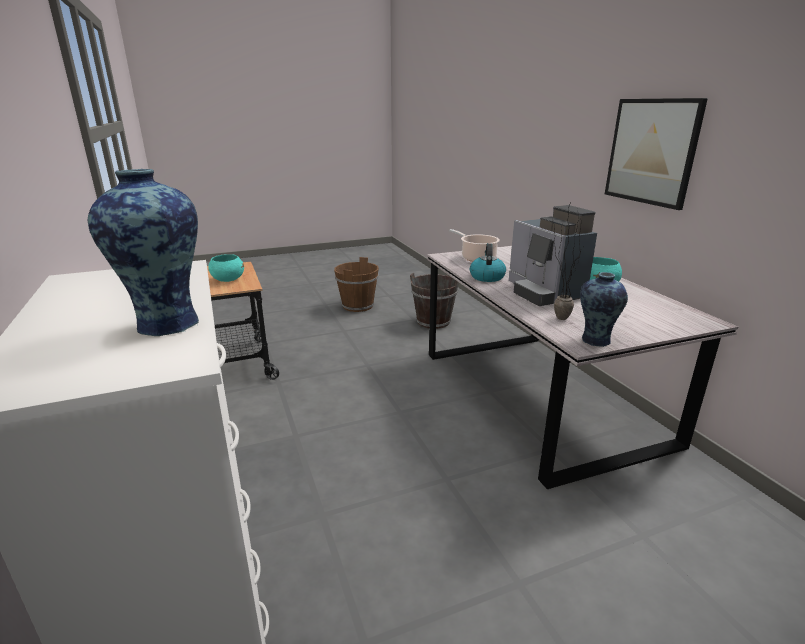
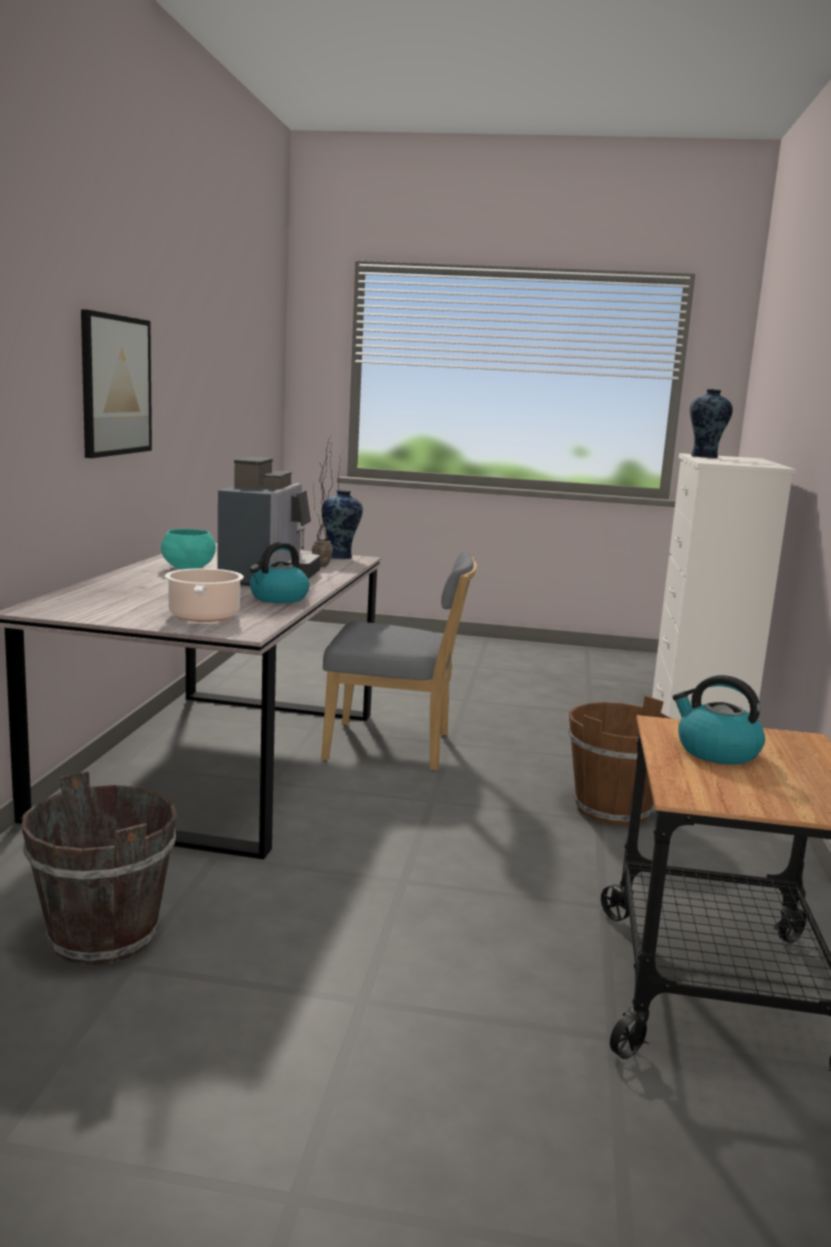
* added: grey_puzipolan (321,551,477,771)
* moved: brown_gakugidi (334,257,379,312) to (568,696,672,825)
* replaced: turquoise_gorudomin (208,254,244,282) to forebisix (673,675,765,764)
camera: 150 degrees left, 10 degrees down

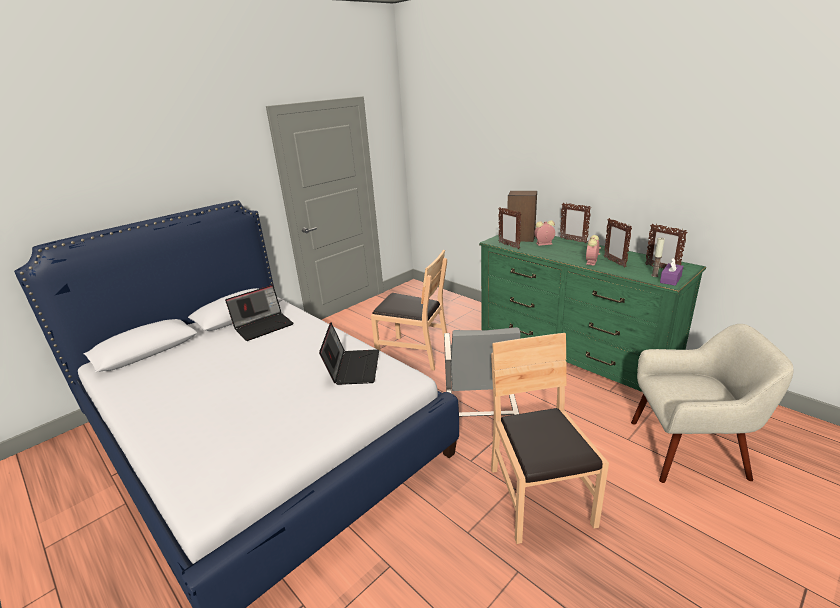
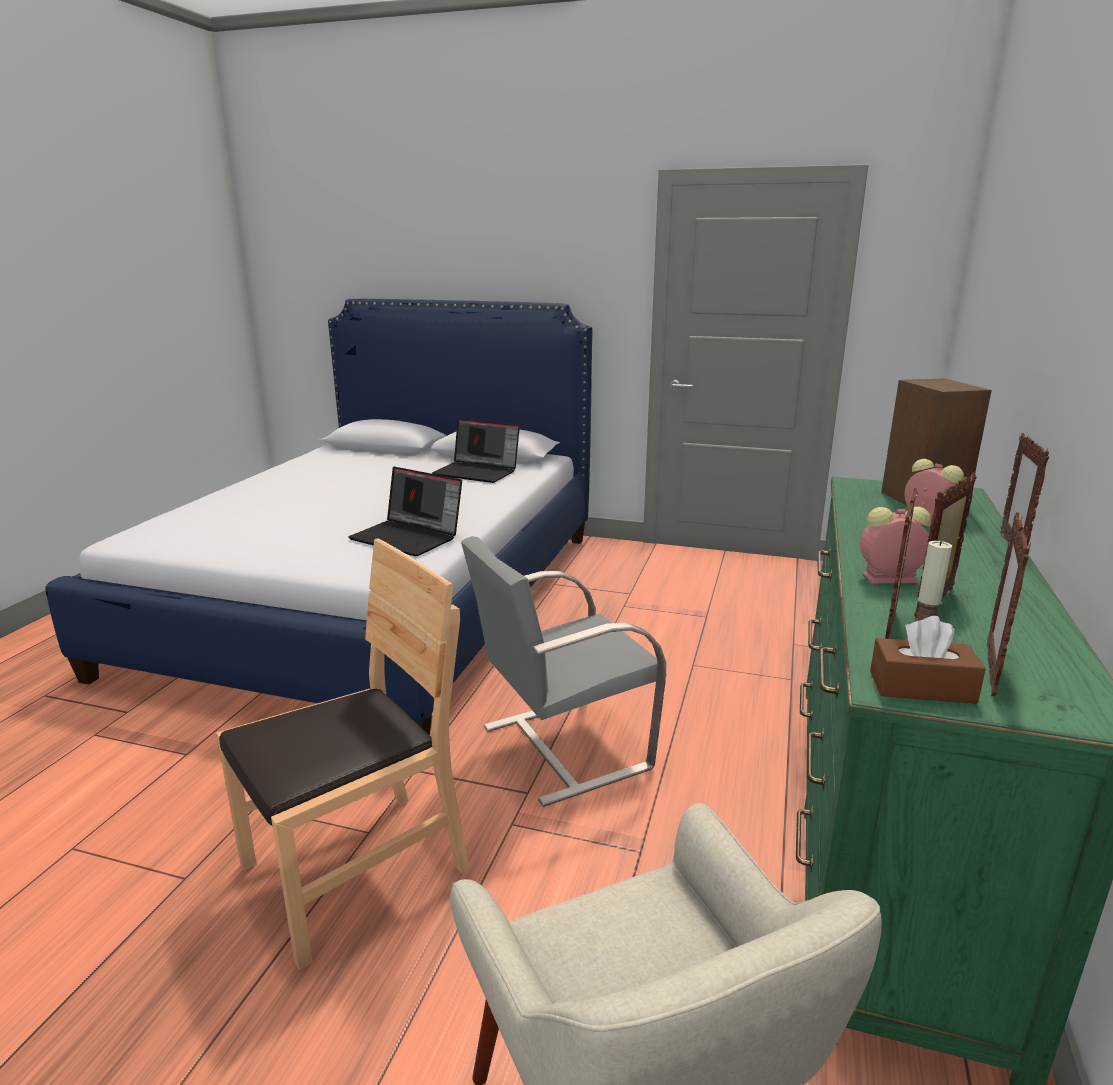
* turned: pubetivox (319,322,379,385) = (349,467,462,557) 60 degrees clockwise
* recoloured: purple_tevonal (660,258,683,286) to brown_tevonal (870,616,986,704)
* moved: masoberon (499,207,521,249) to (885,488,918,639)
* removed: brown_puzipolan (371,250,447,371)
camera: 60 degrees right, 5 degrees down

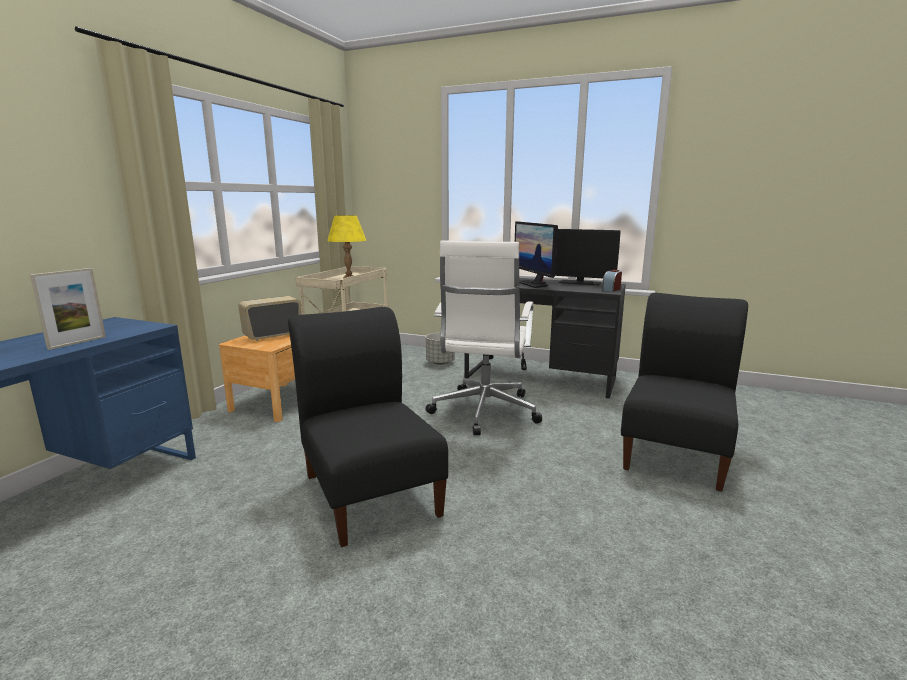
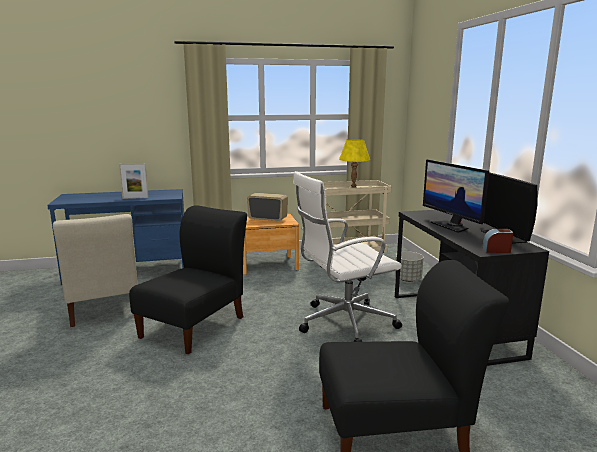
* added: beige_puzipolan (53,214,138,327)
* turned: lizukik (515,221,558,288) = (423,159,490,233) 60 degrees counterclockwise
camera: 55 degrees right, 0 degrees up

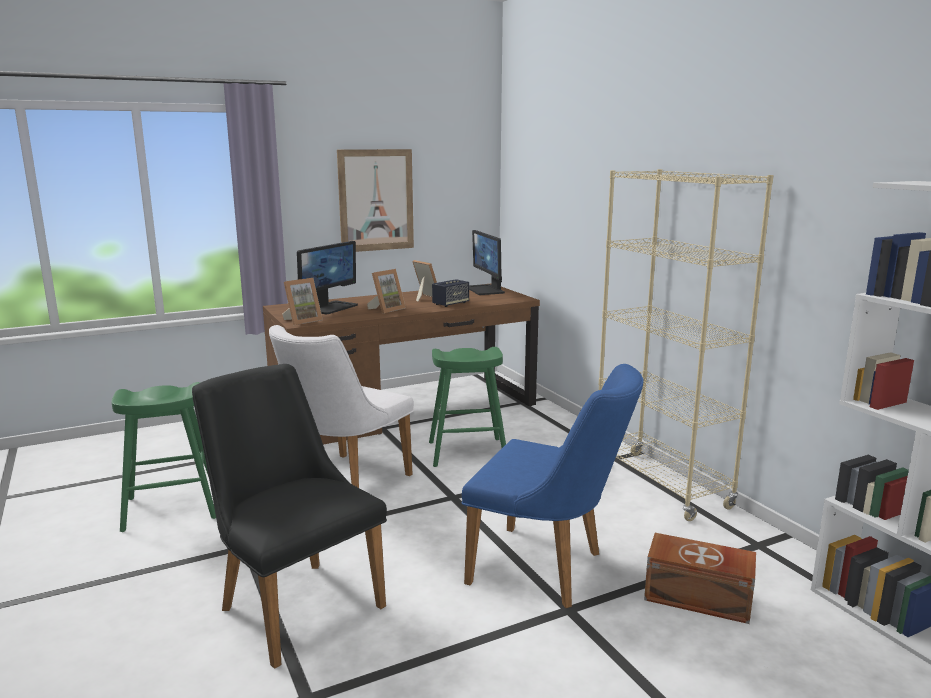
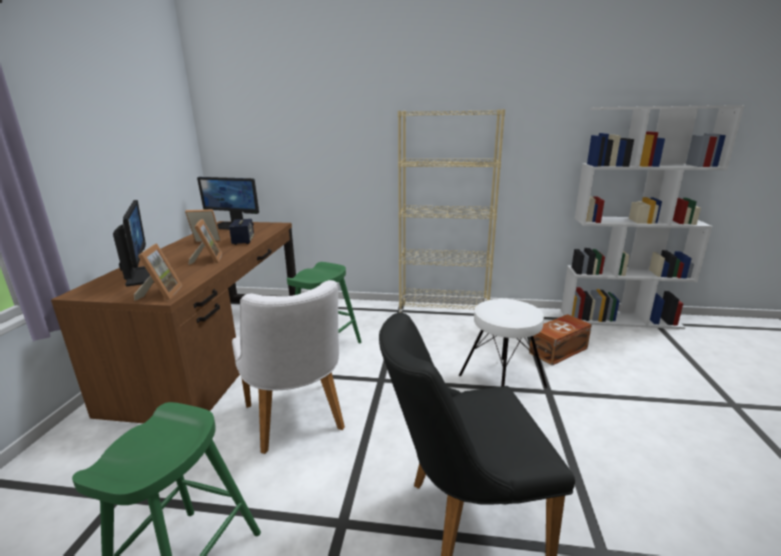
* replaced: blue_puzipolan (462,364,644,608) to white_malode (459,299,548,388)
* removed: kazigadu (337,149,414,252)
camera: 55 degrees left, 5 degrees up

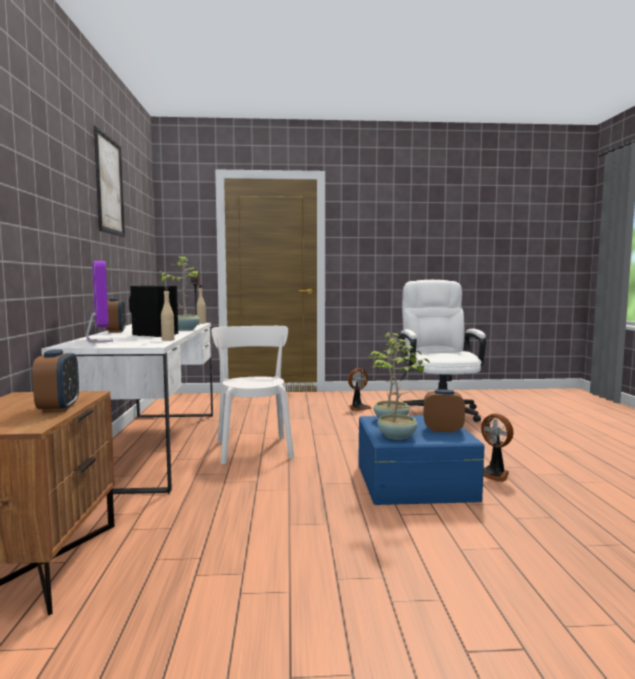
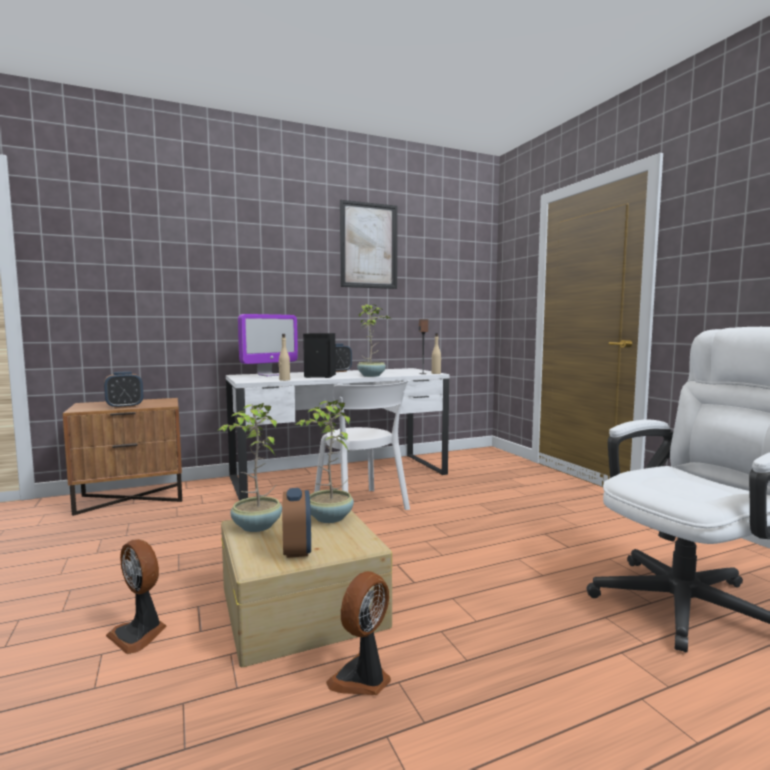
* moved: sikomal (348,368,372,411) to (106,539,167,654)
* recoloured: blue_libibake (358,415,485,505) to beige_libibake (221,511,392,667)
* turned: white_puzipolan (211,326,294,464) = (314,380,410,510) 90 degrees clockwise
camera: 70 degrees right, 0 degrees up

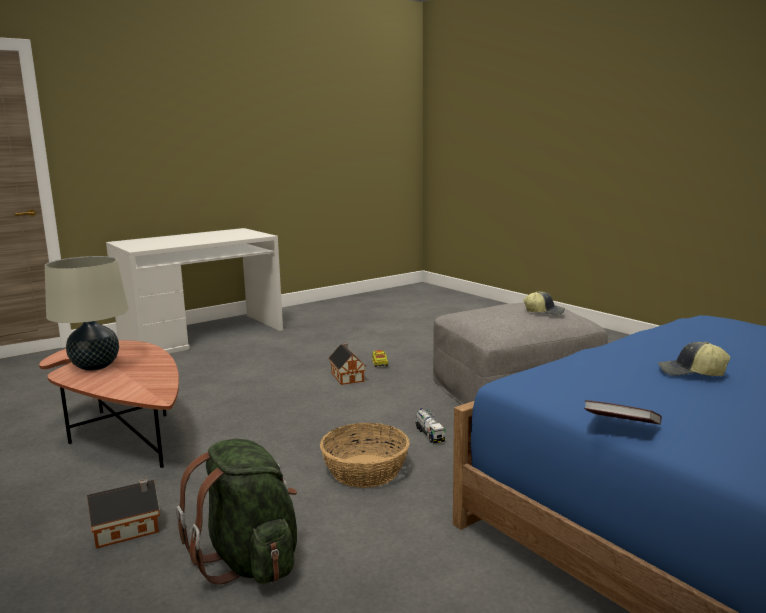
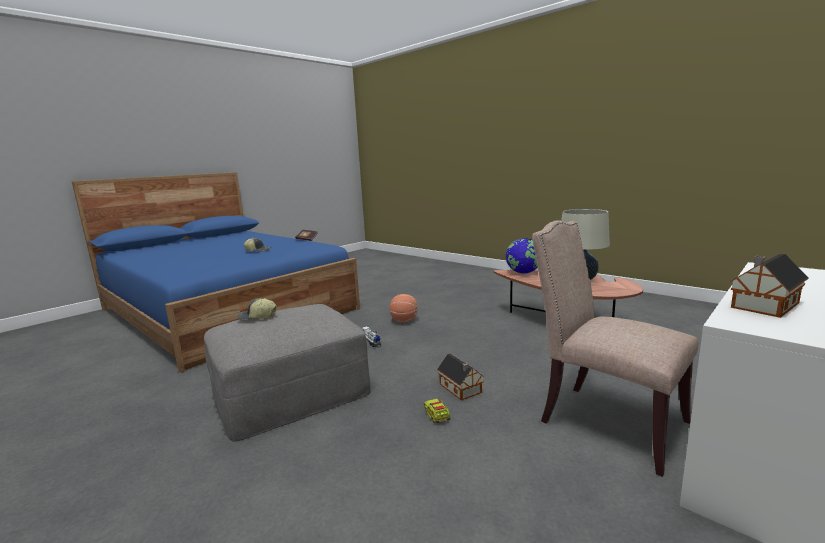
* replaced: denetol (320,423,410,488) to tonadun (389,294,418,322)
* added: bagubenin (506,238,538,274)
* added: beige_puzipolan (532,220,698,477)
* moved: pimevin (87,479,160,548) to (730,253,809,318)
* removed: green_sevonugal (176,439,297,585)
camera: 170 degrees right, 0 degrees up

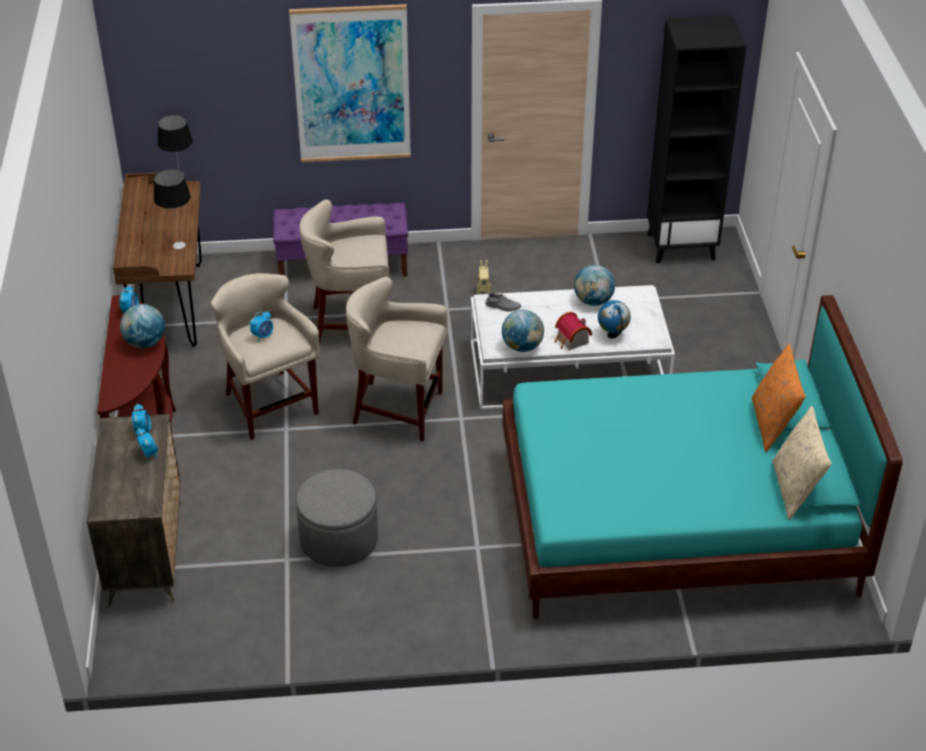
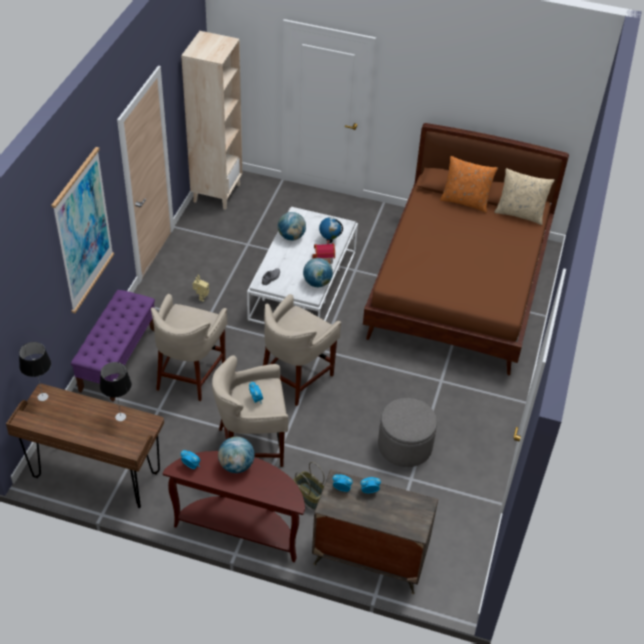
* recoloured: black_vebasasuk (647,16,746,263) to beige_vebasasuk (181,31,242,210)
* added: denetol (294,462,325,510)
* recoloured: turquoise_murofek (503,295,903,619) to brown_murofek (363,123,569,375)
camera: 70 degrees left, 5 degrees up

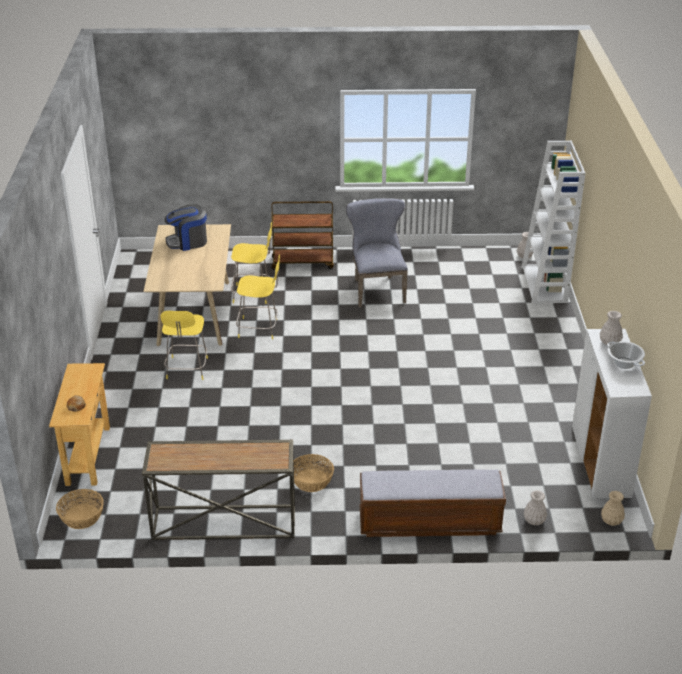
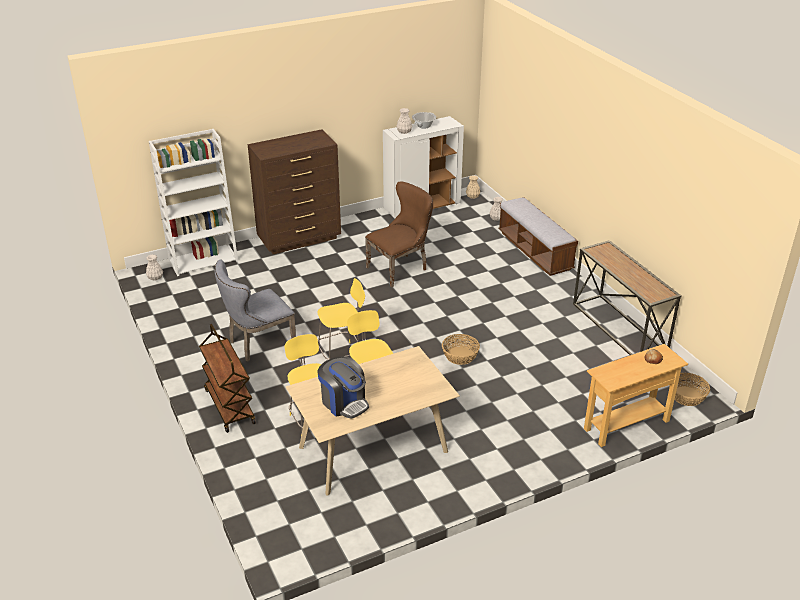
* added: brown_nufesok (248,129,341,254)
* moved: yellow_malode (161,311,208,380) to (318,278,365,360)
* added: brown_puzipolan (365,181,433,288)
* moved: denetol (294,454,334,492) to (442,334,480,365)
camera: 115 degrees left, 0 degrees up

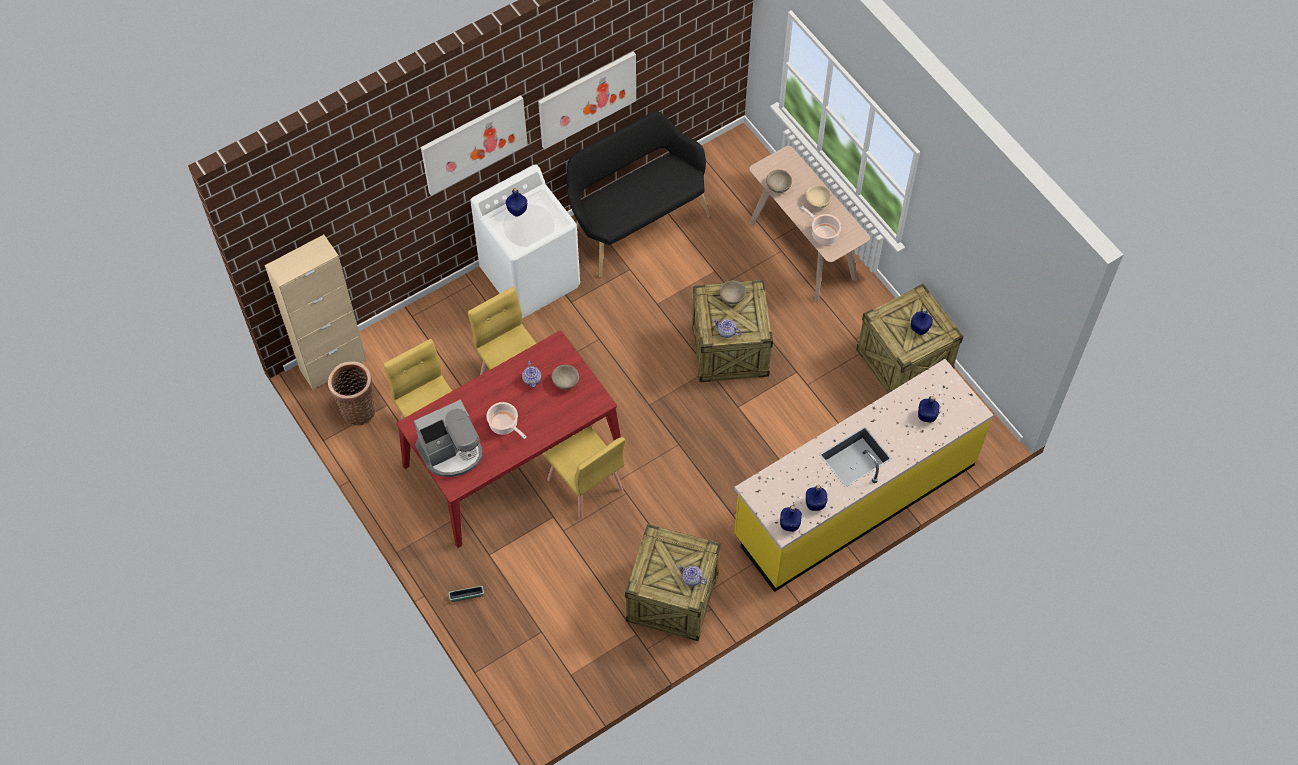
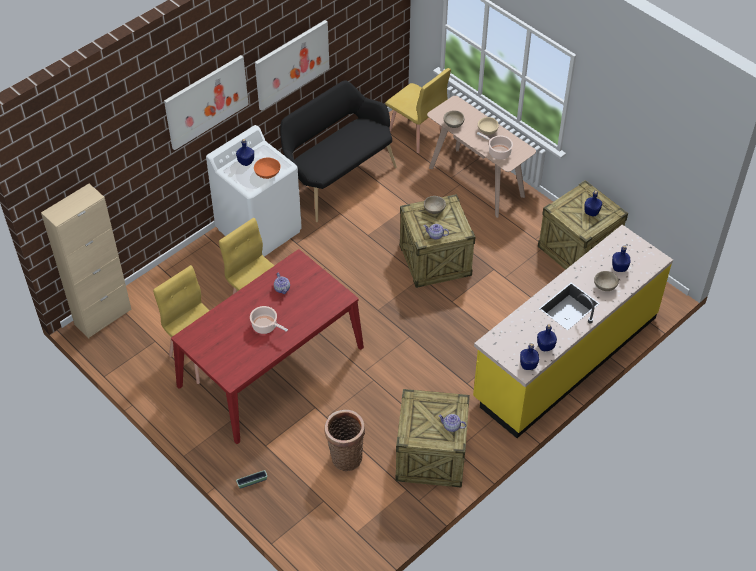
* added: orange_gorudomin (254,157,281,179)
* moved: denetol (328,361,375,426) to (324,410,365,471)
* moved: yellow_puzipolan (542,426,625,519) to (385,68,451,153)
* moved: beige_gorudomin (551,365,579,390) to (594,271,619,291)
* removed: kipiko (414,400,482,477)
camera: 10 degrees left, 10 degrees down

